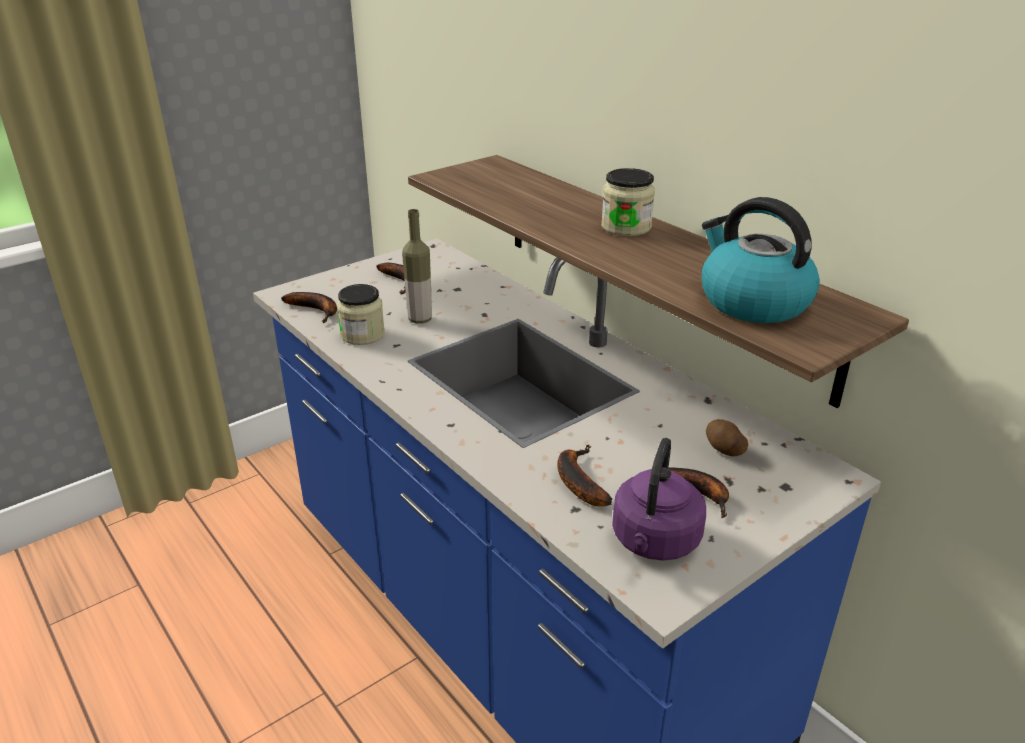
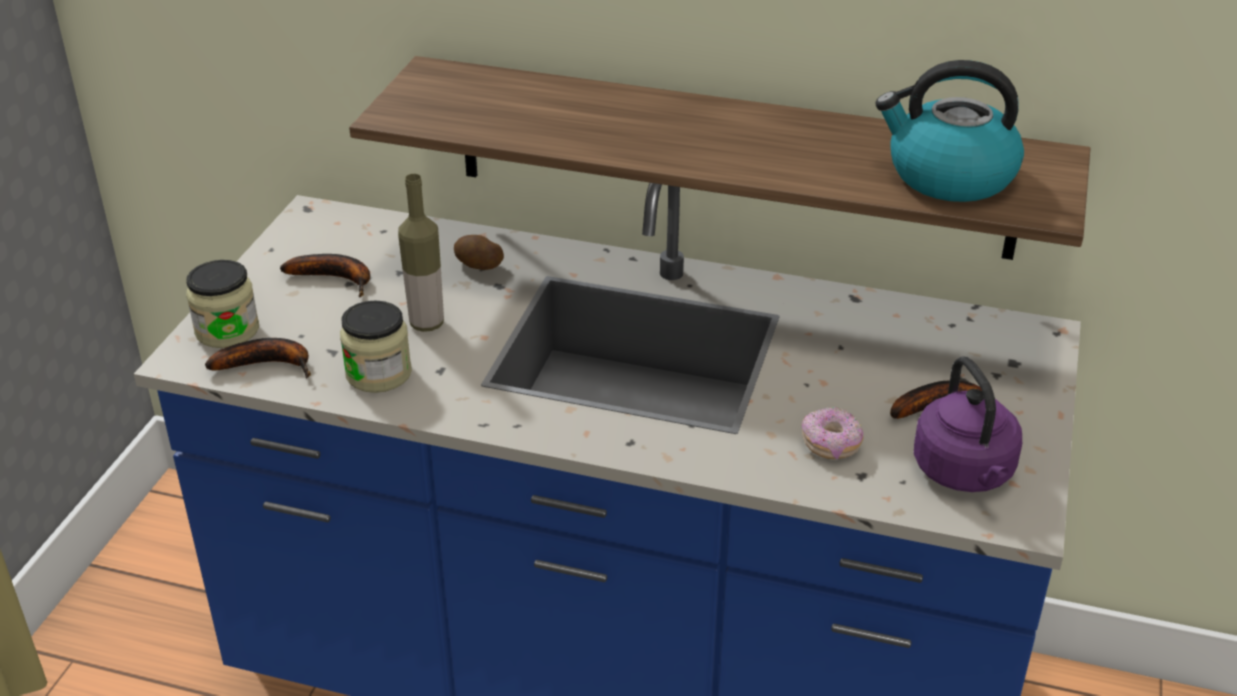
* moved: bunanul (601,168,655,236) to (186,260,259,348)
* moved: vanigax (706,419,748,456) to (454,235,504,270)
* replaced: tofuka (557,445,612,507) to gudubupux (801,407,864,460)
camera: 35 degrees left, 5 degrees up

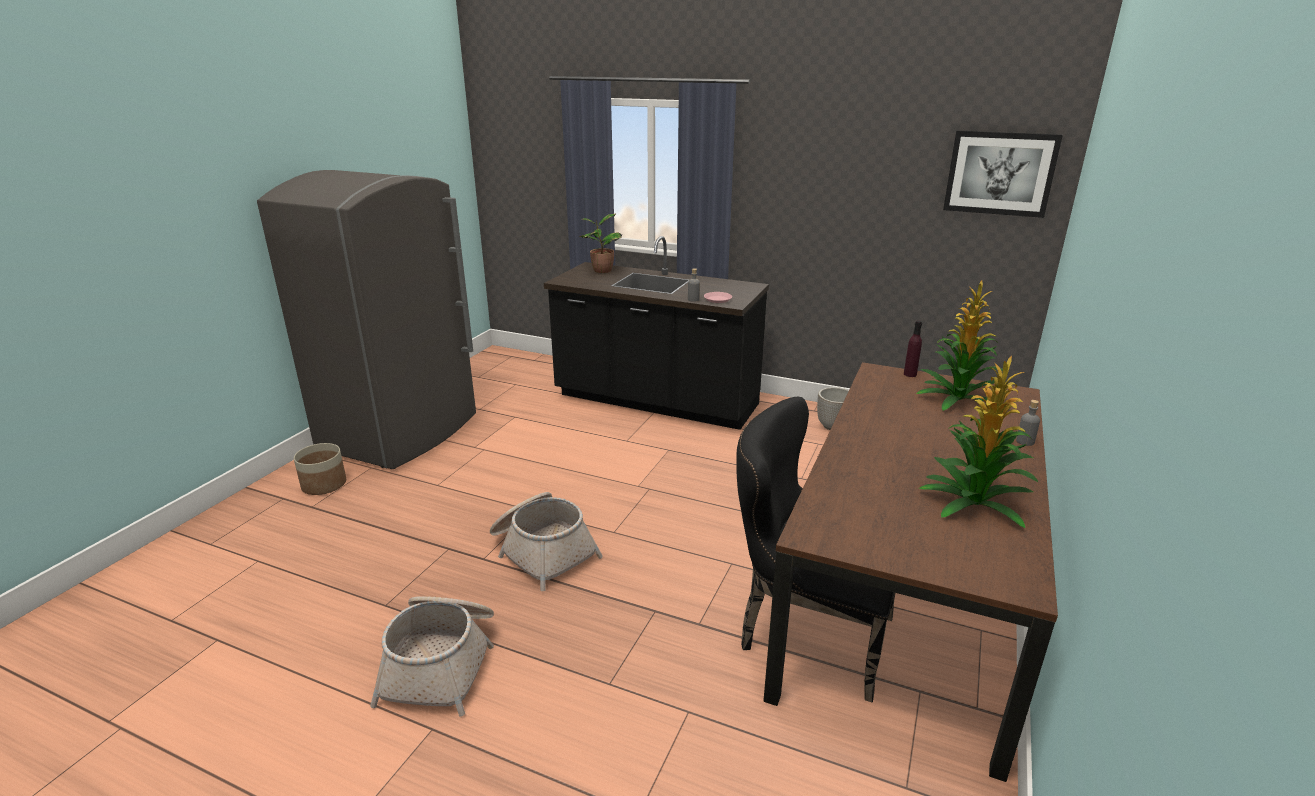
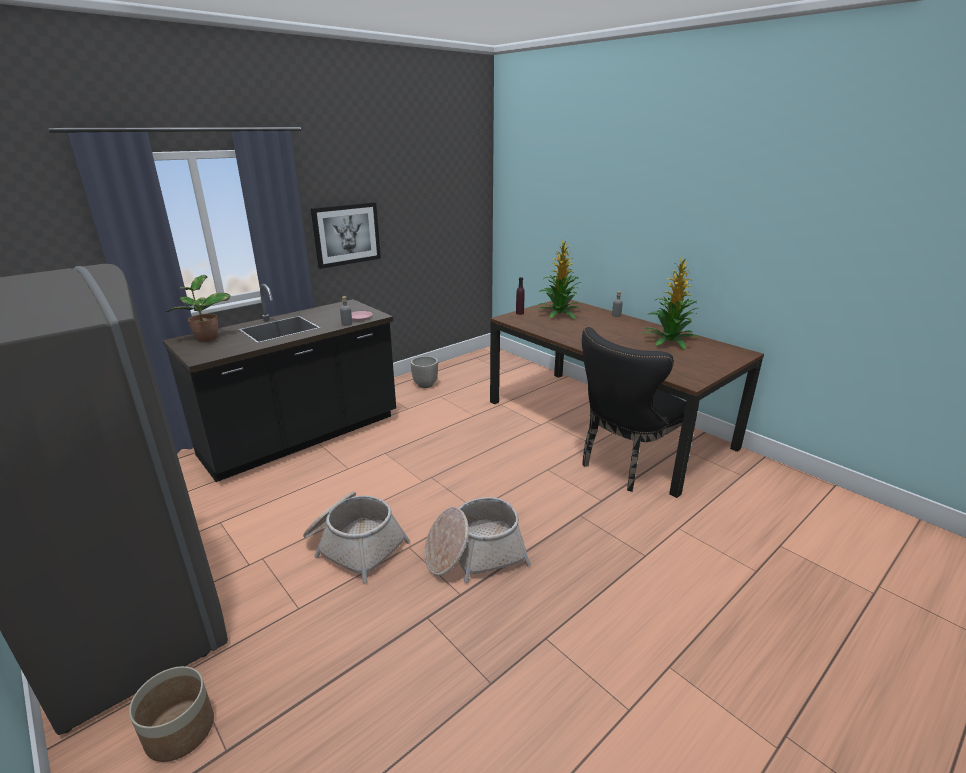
* moved: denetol (370,596,494,717) to (303,491,410,583)
* moved: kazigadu (943,130,1063,218) to (311,202,381,269)
camera: 65 degrees left, 0 degrees up

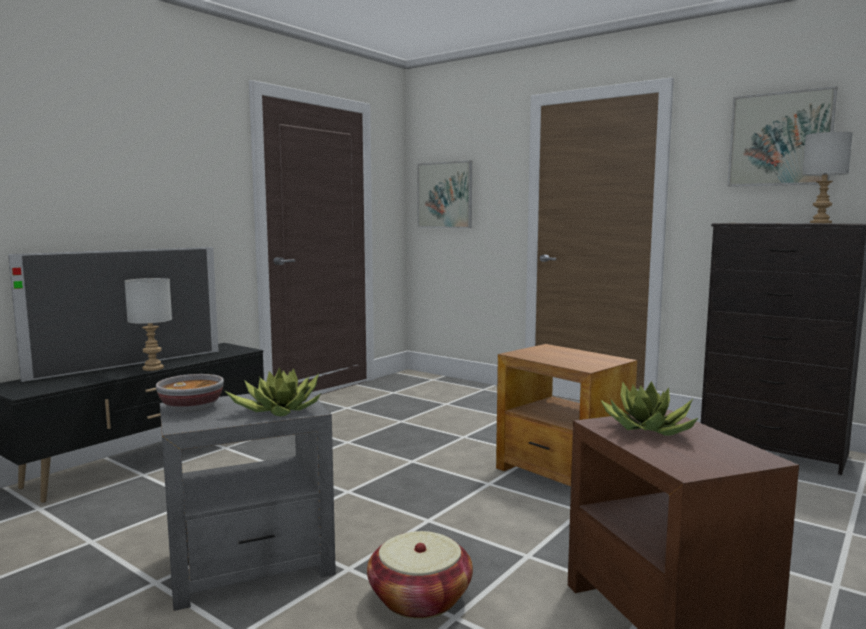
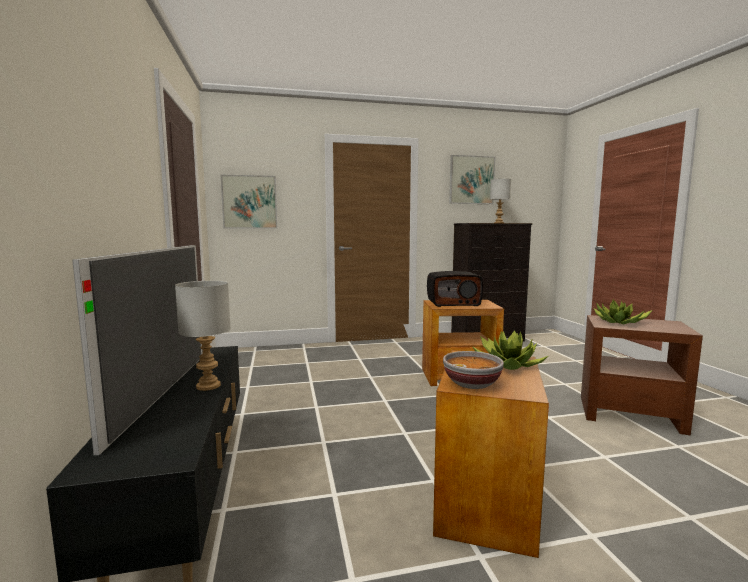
* added: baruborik (427,271,483,307)
* recoloured: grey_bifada (160,393,336,611) to brown_bifada (433,350,549,558)
* removed: denetol (367,531,473,619)
camera: 50 degrees left, 0 degrees up

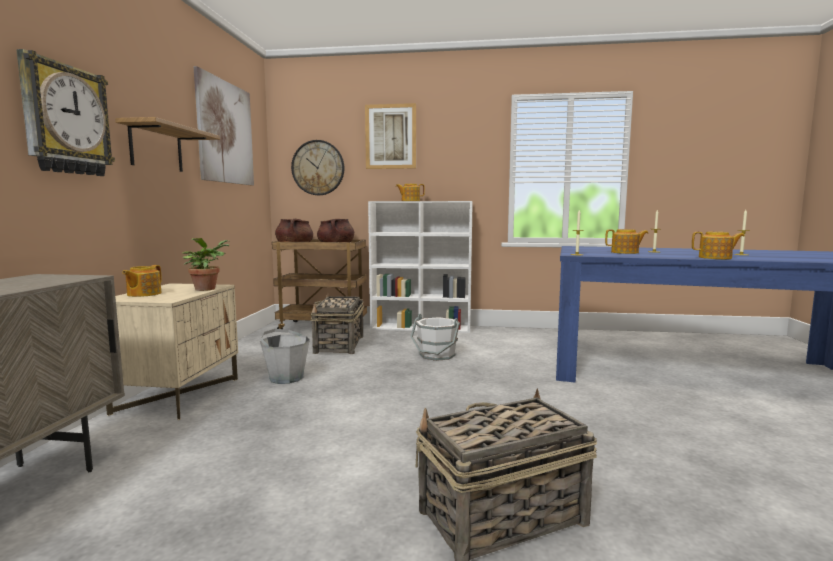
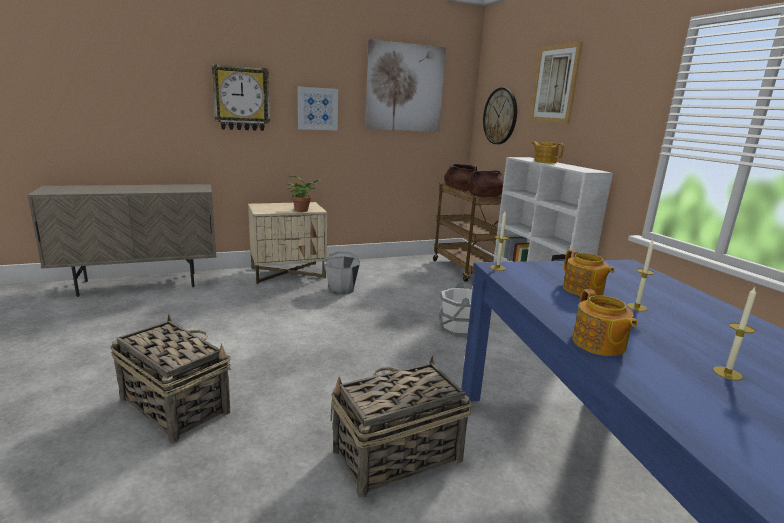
* replaced: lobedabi (115,117,220,172) to kazigadu (298,86,338,131)
* moved: denetol (311,293,364,354) to (330,356,471,497)
* removed: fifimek (122,265,162,297)
camera: 60 degrees right, 10 degrees up

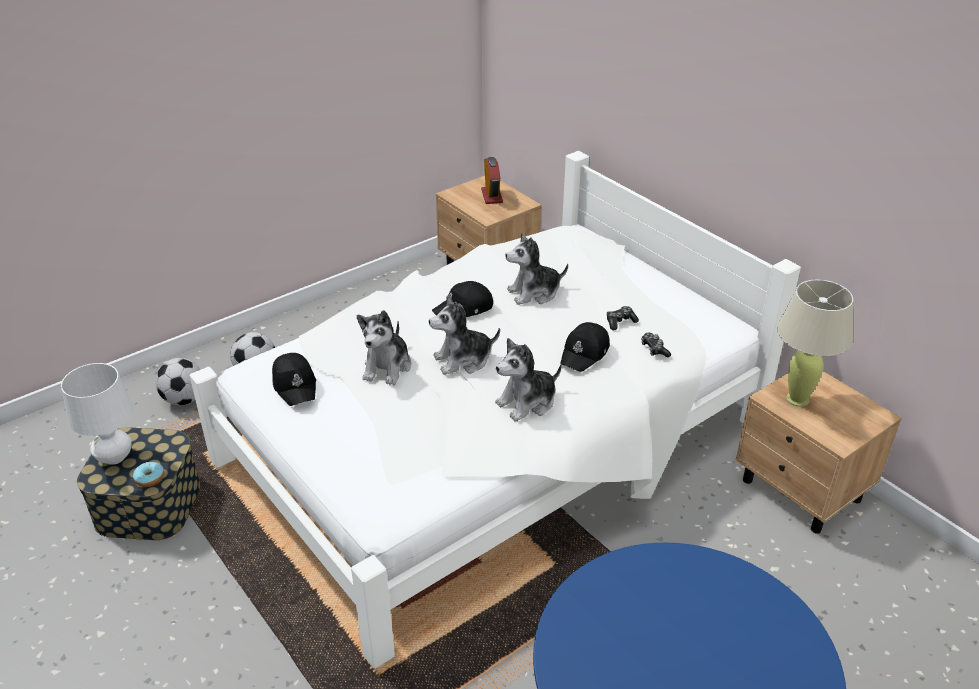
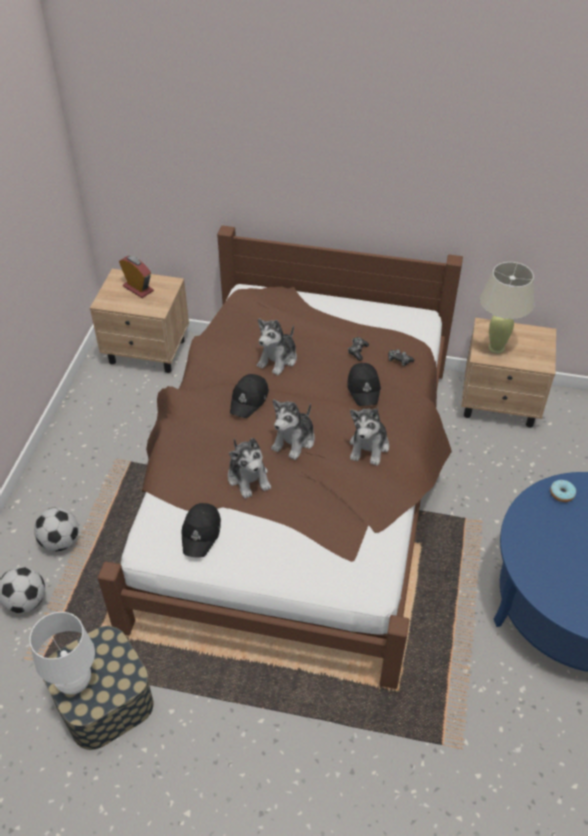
* recoloured: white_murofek (189,151,801,669) to brown_murofek (97,225,463,689)
* turned: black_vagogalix (272,353,316,406) = (181,503,221,558) 75 degrees clockwise
* moved: gudubupux (133,462,164,487) to (550,480,576,502)
camera: 40 degrees left, 10 degrees up

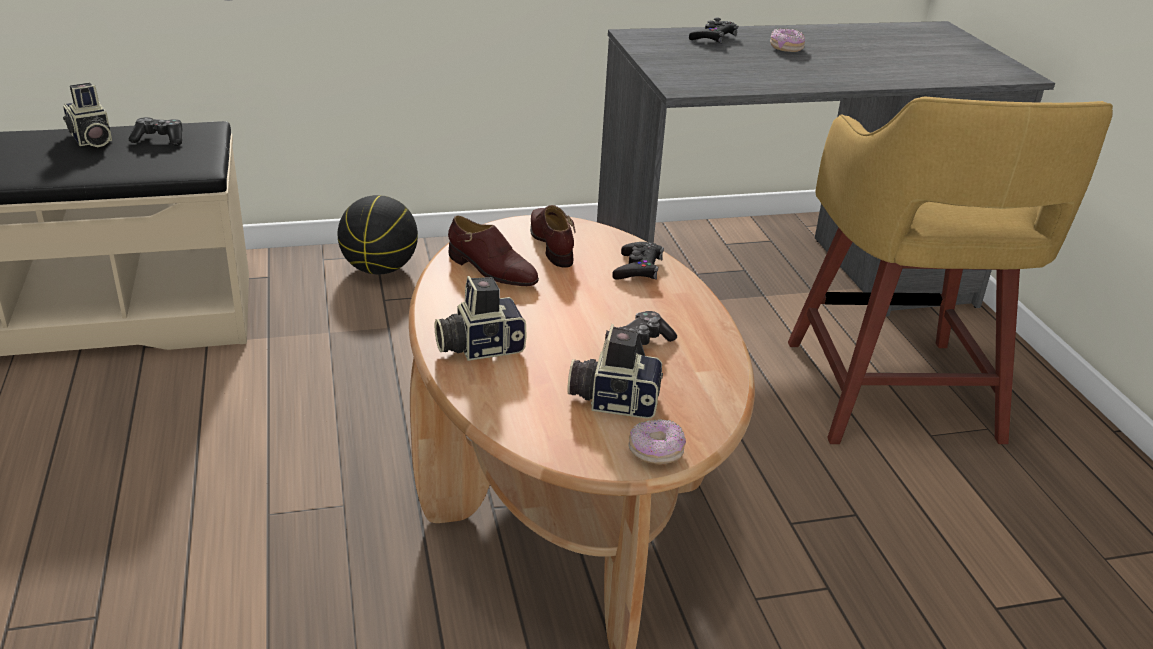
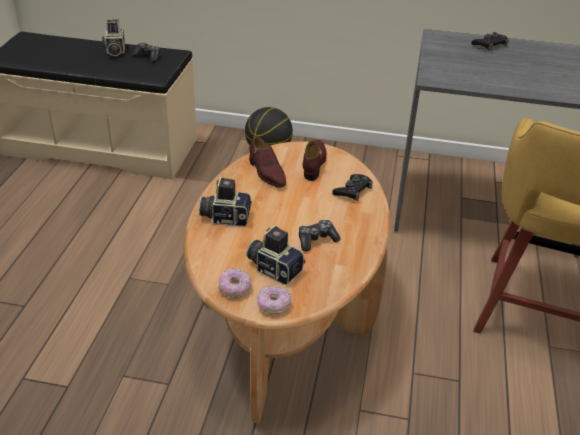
* moved: gudubupux (770,28,805,52) to (219,268,251,298)
camera: 25 degrees right, 5 degrees up

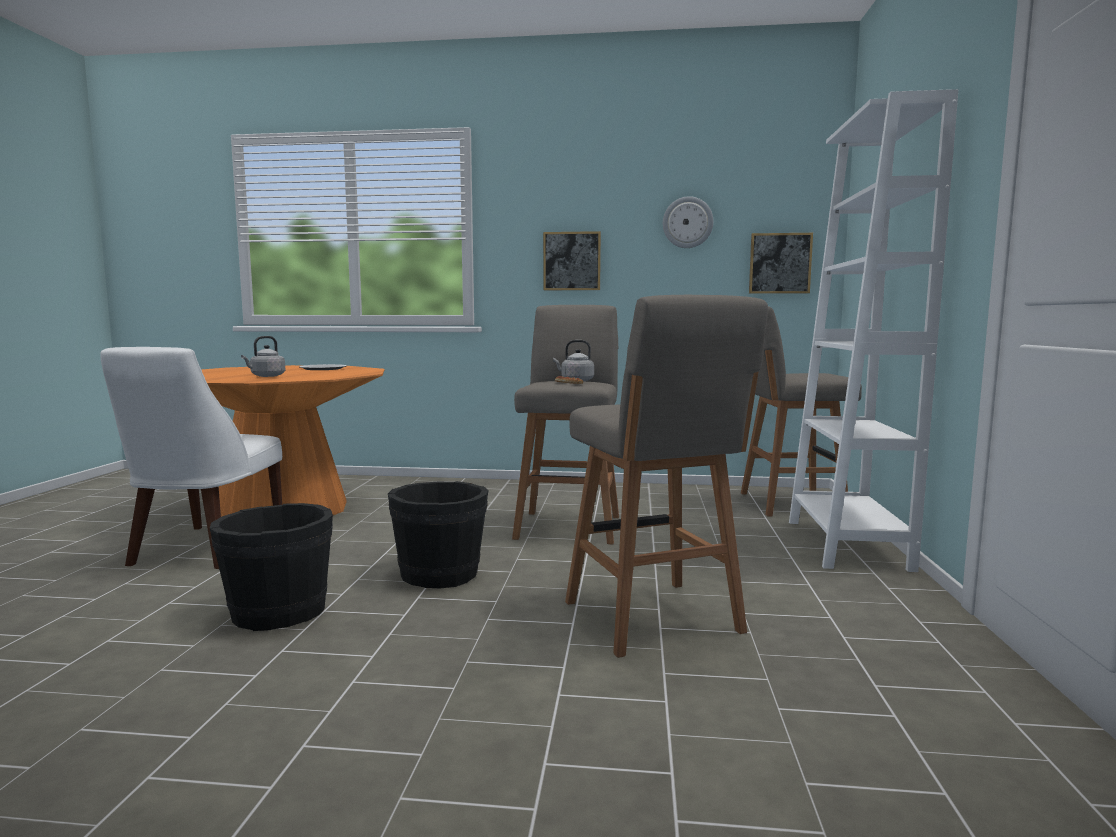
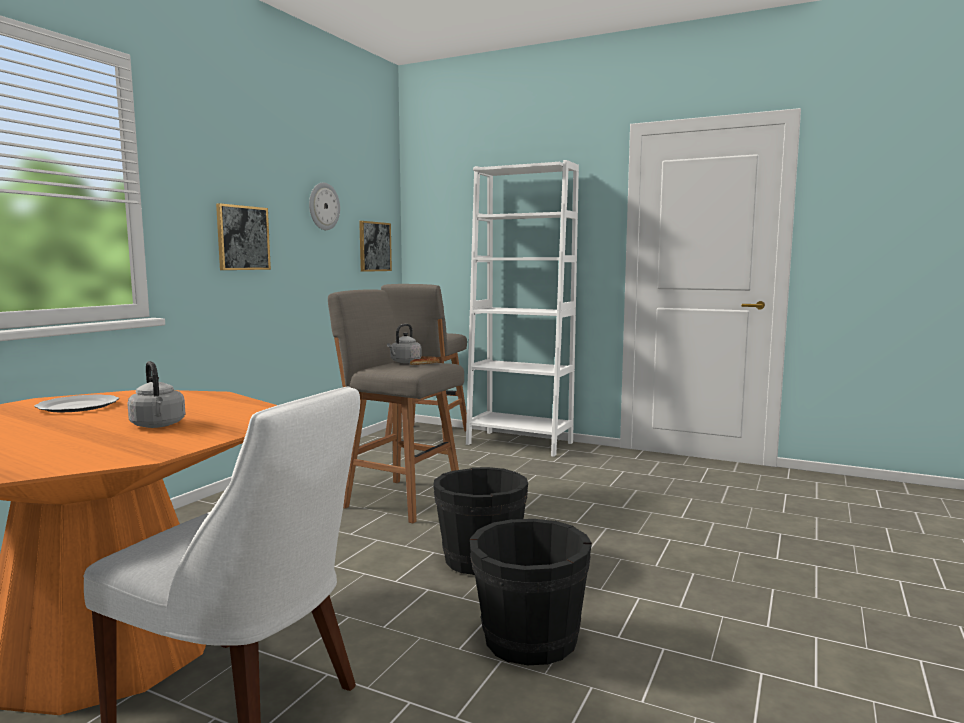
* removed: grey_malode (565,295,768,658)
camera: 70 degrees left, 0 degrees up

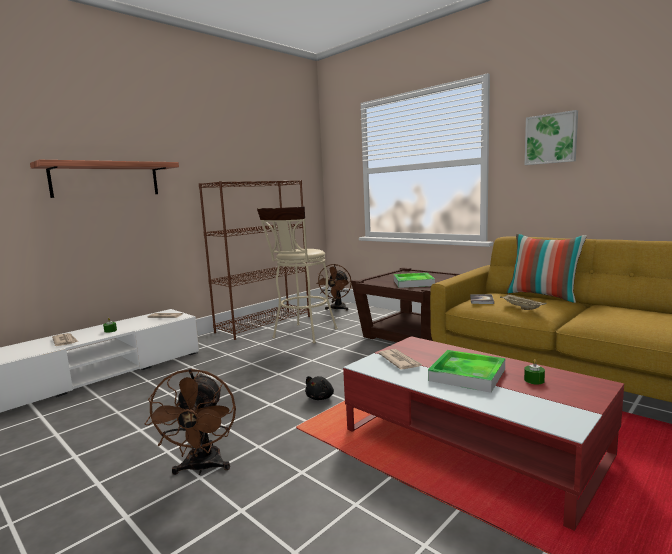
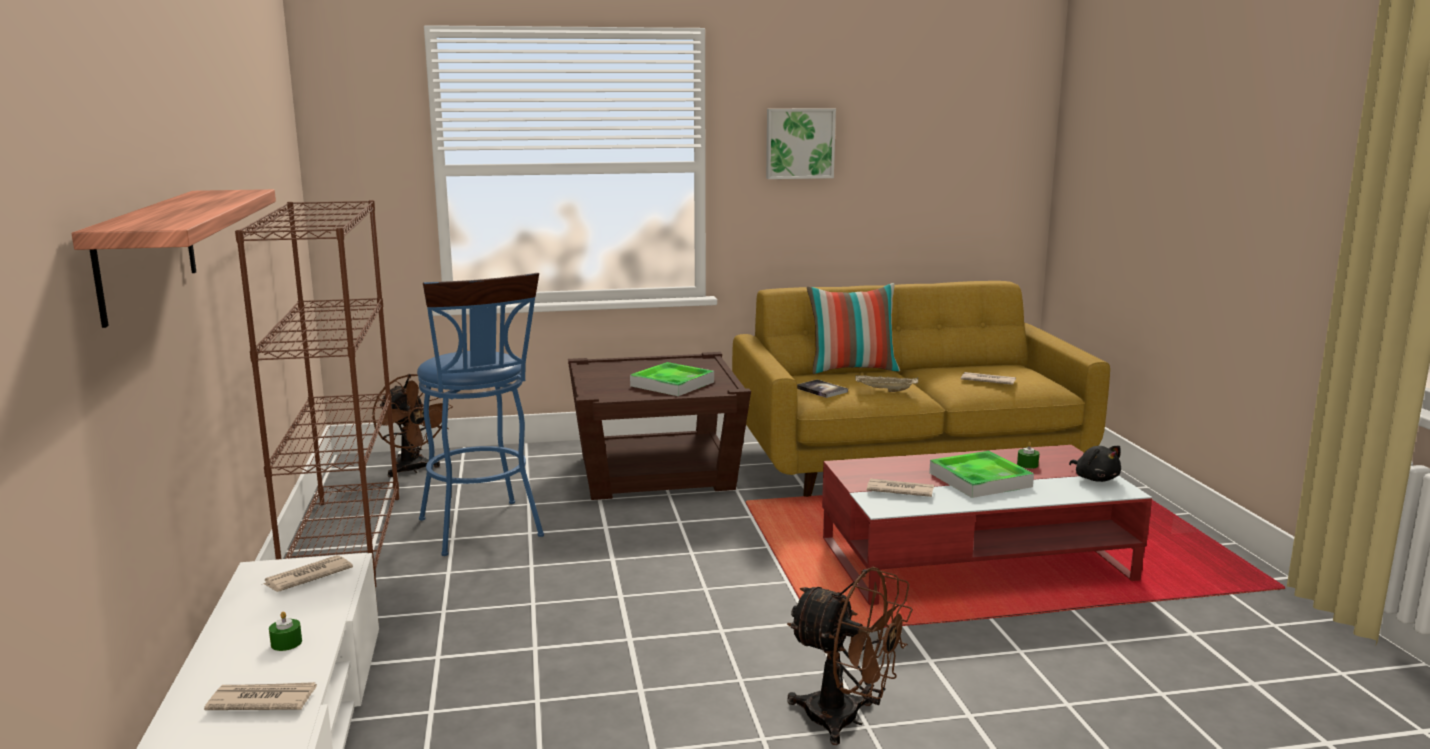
* recoloured: beige_malode (257,206,338,343) to blue_malode (417,273,544,556)
* added: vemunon (961,372,1016,385)
* moved: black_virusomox (305,376,334,400) to (1069,446,1121,482)
camera: 55 degrees left, 5 degrees up

